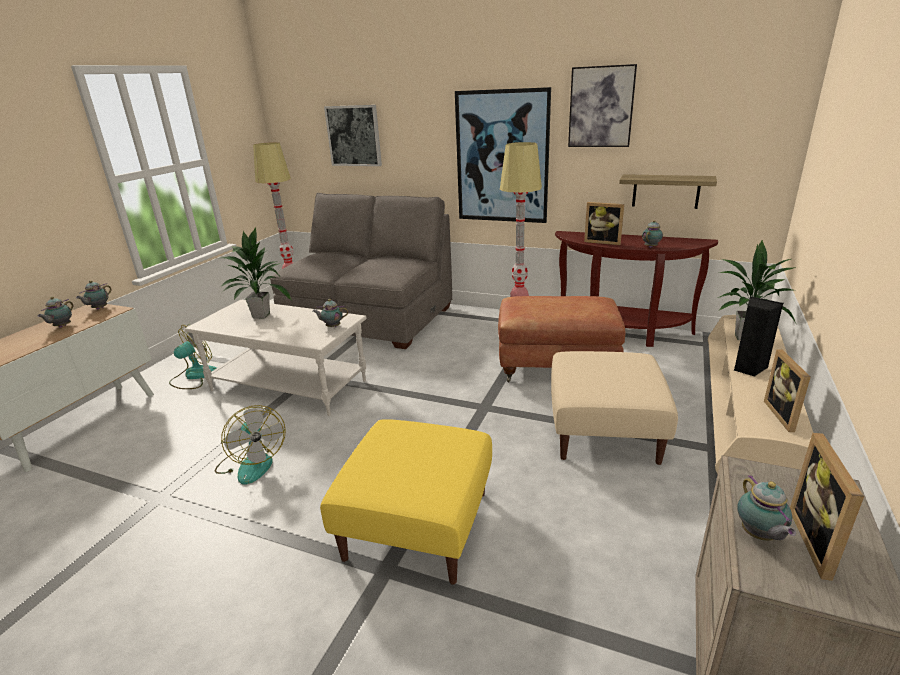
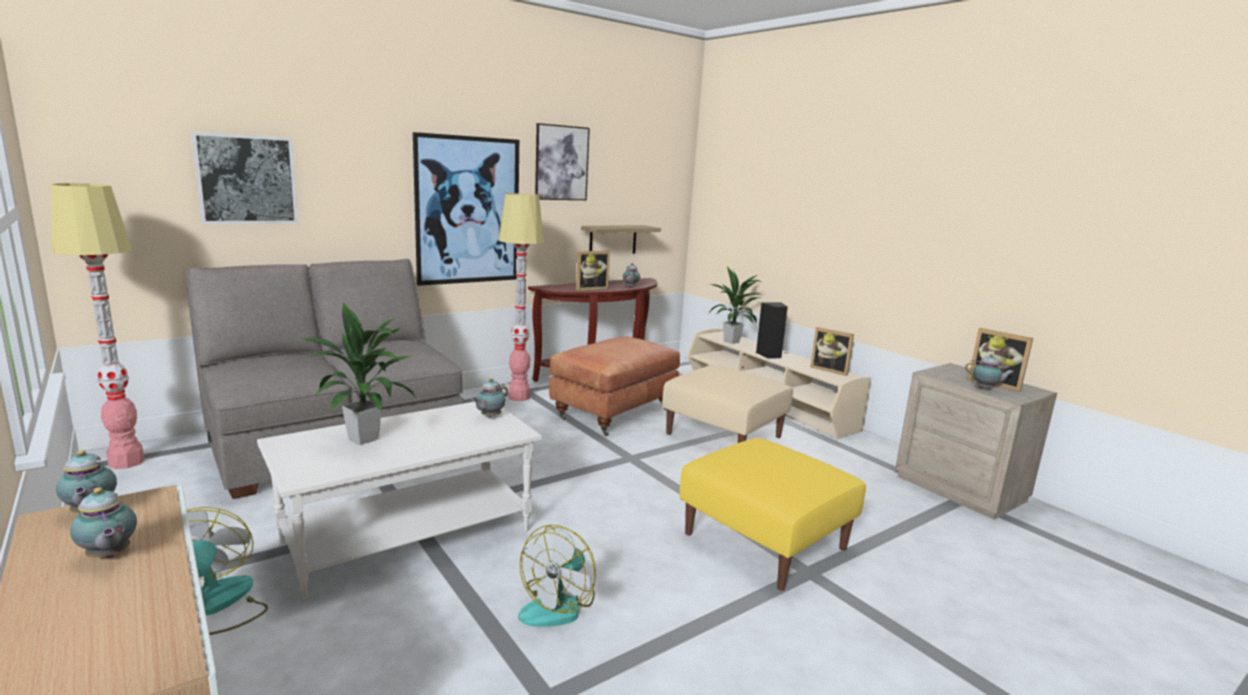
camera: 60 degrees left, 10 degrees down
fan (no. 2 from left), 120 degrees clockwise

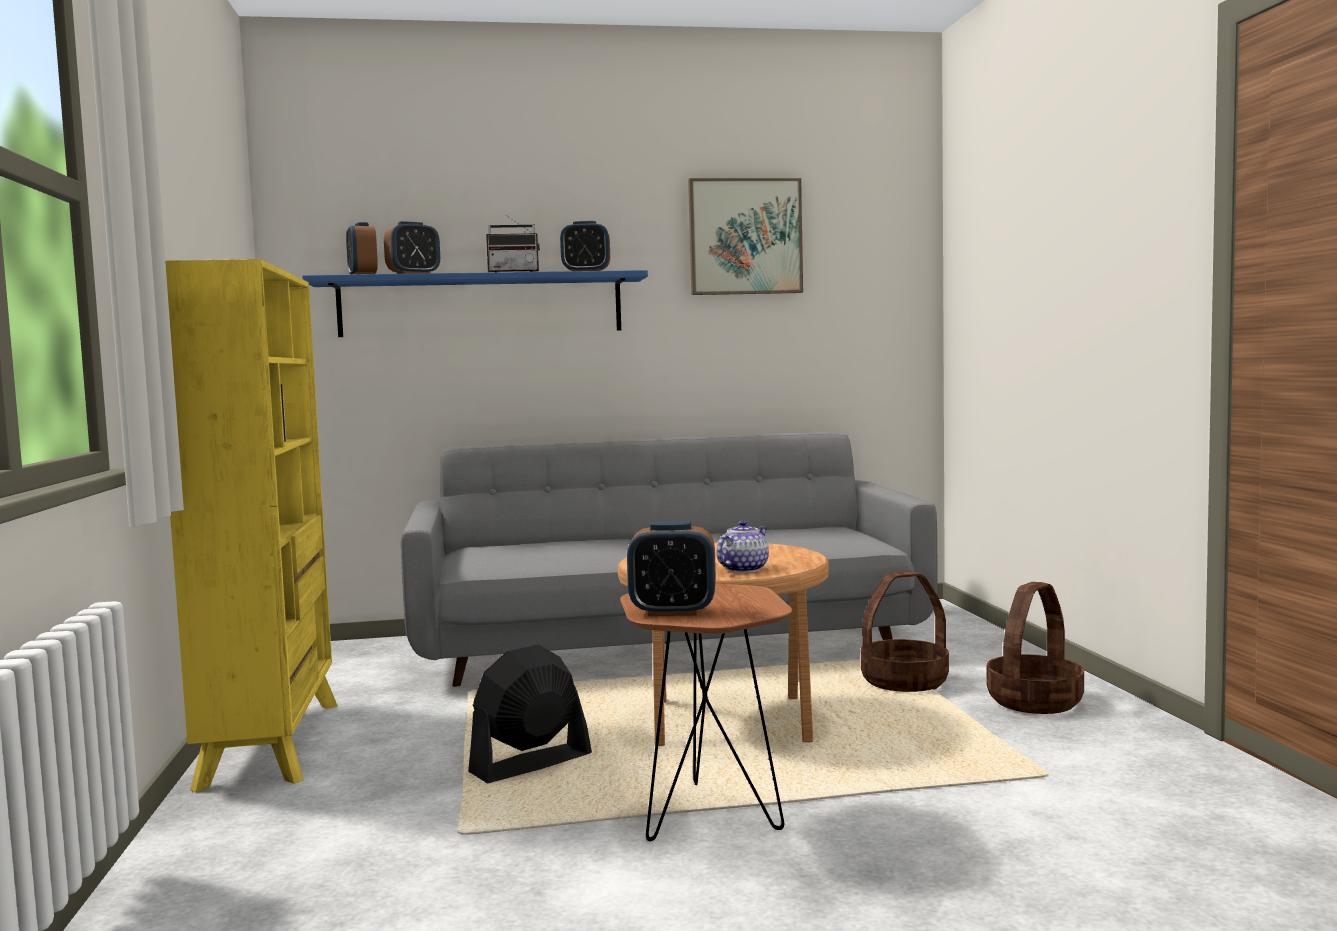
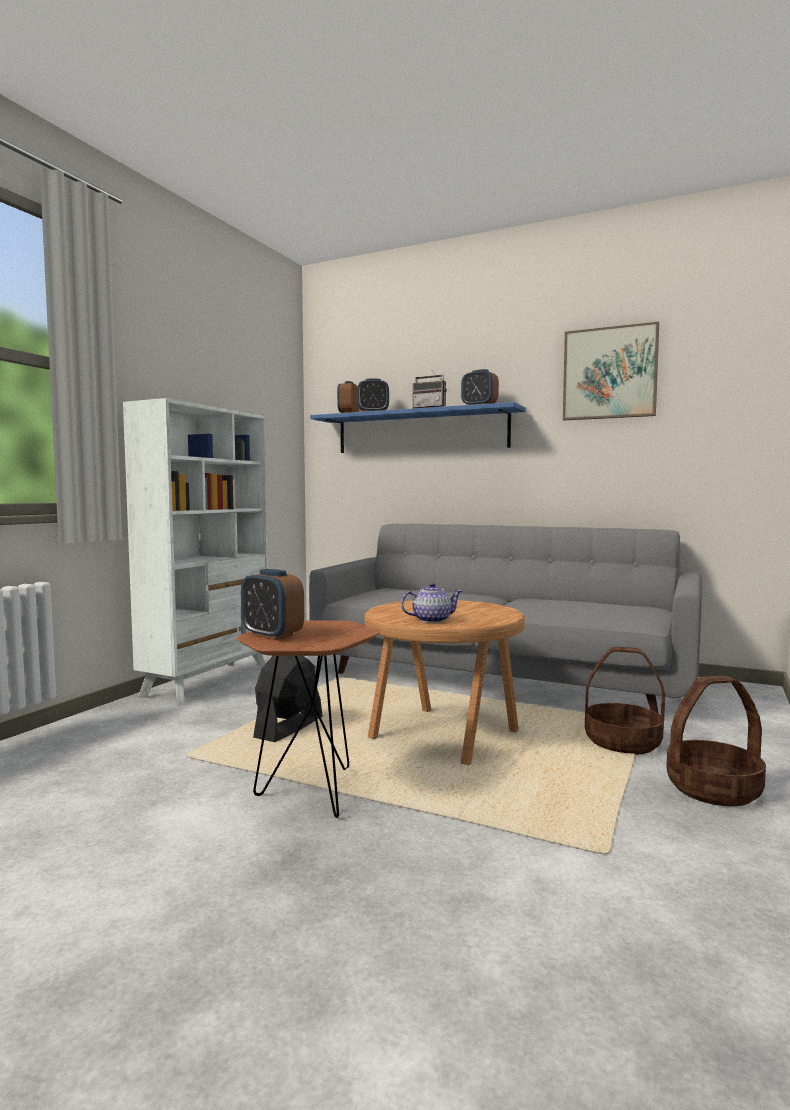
camera: 35 degrees right, 0 degrees up
bookcase/yellow → bookcase/white
fan/black, 60 degrees counterclockwise

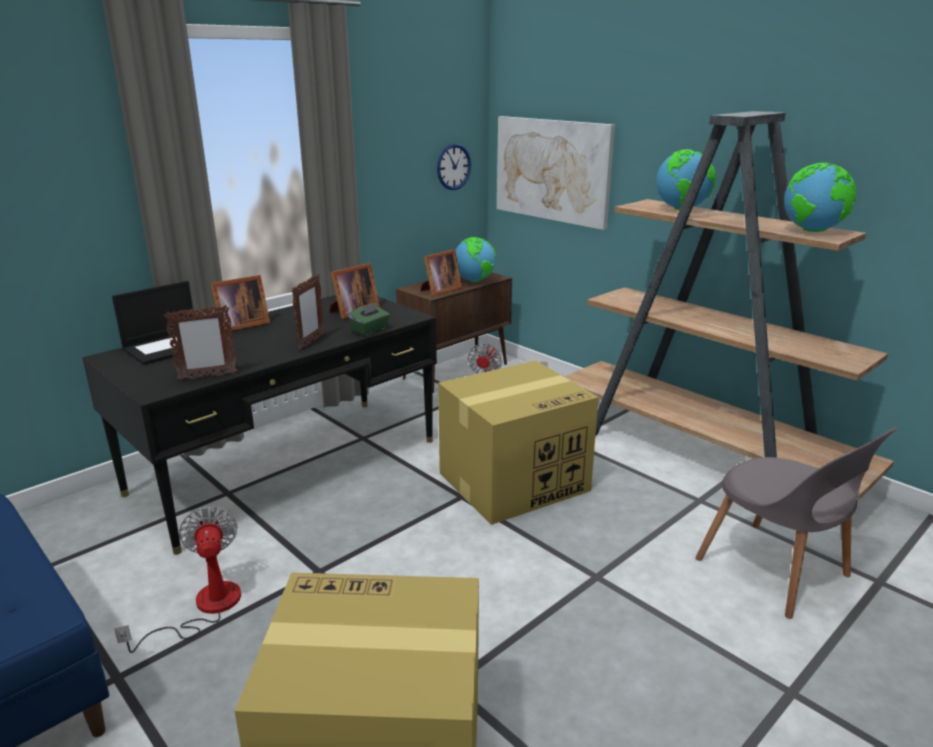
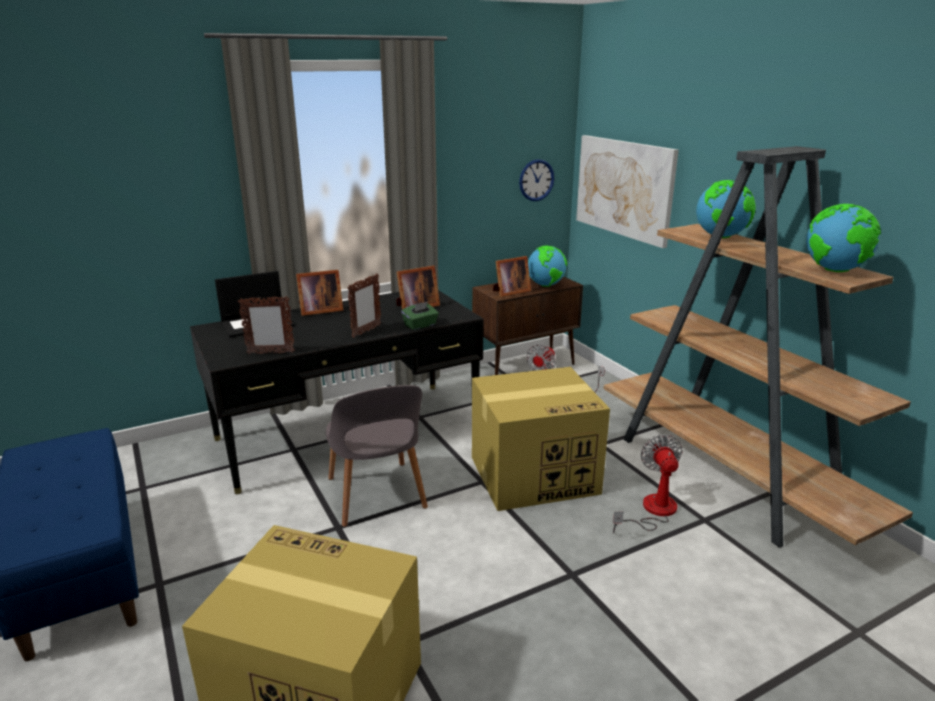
camera: 15 degrees right, 0 degrees up
fan (no. 1 from left in the first image) → fan (no. 2 from left), relocated
chair/grey, relocated

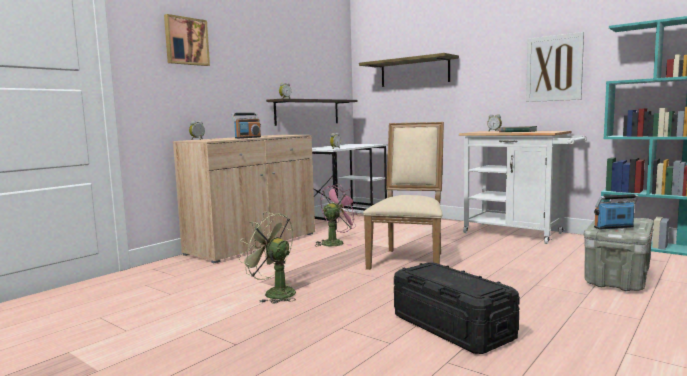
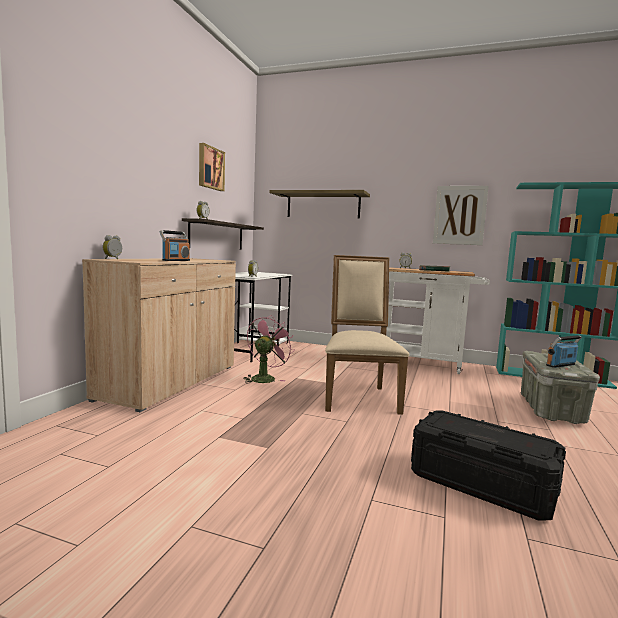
camera: 20 degrees left, 0 degrees up
picture (no. 1 from left), relocated
fan/green → -

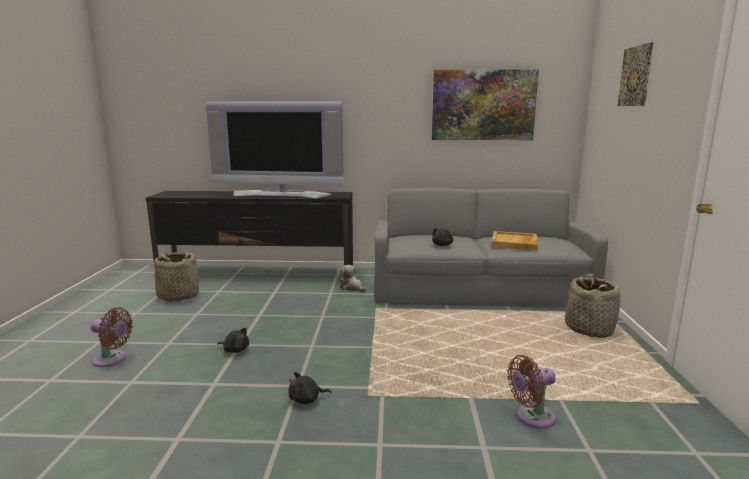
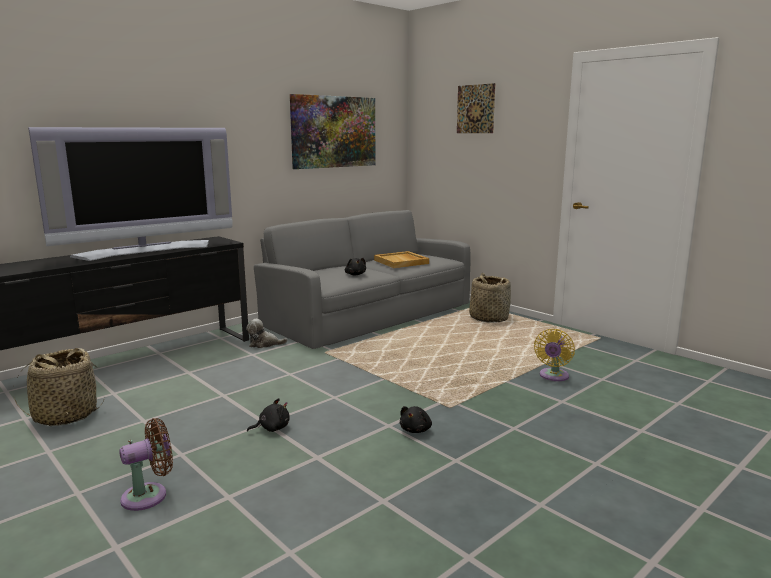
camera: 45 degrees left, 0 degrees up
fan/brown (no. 2 from left) → fan/yellow

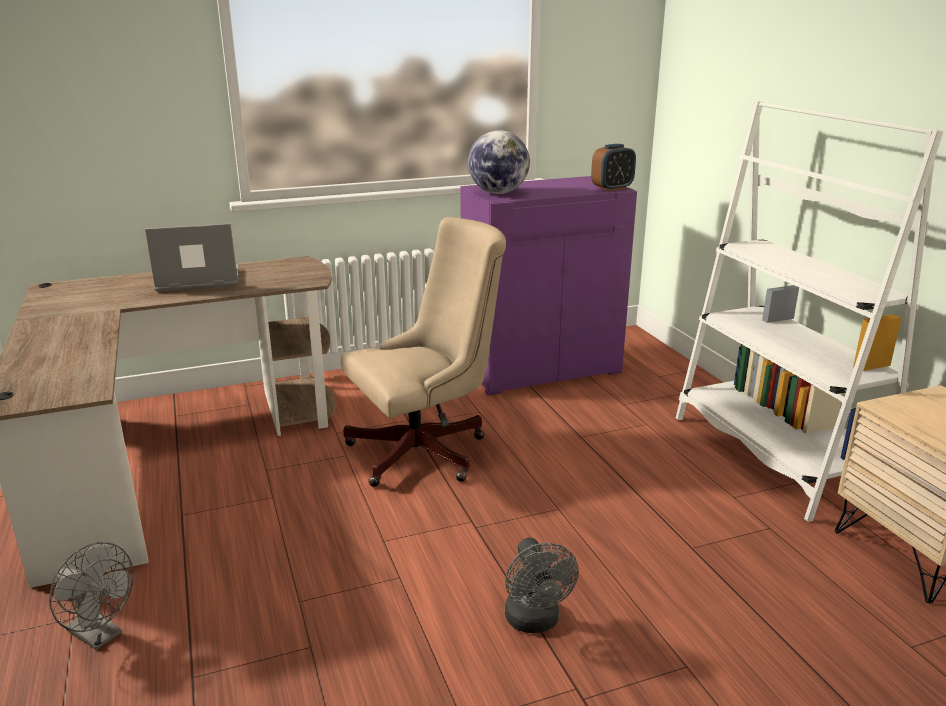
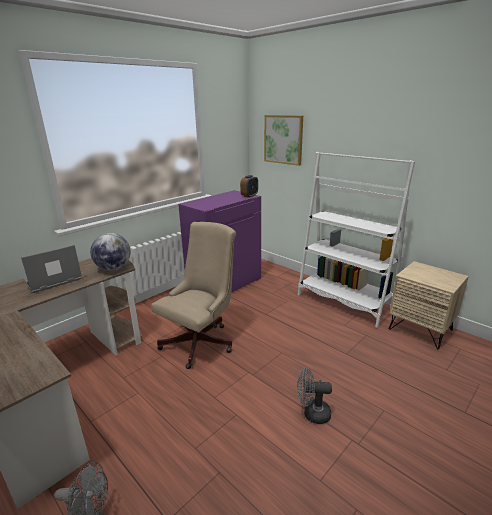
camera: 25 degrees left, 0 degrees up
globe, relocated
fan/grey (no. 2 from left), 135 degrees clockwise
- → picture

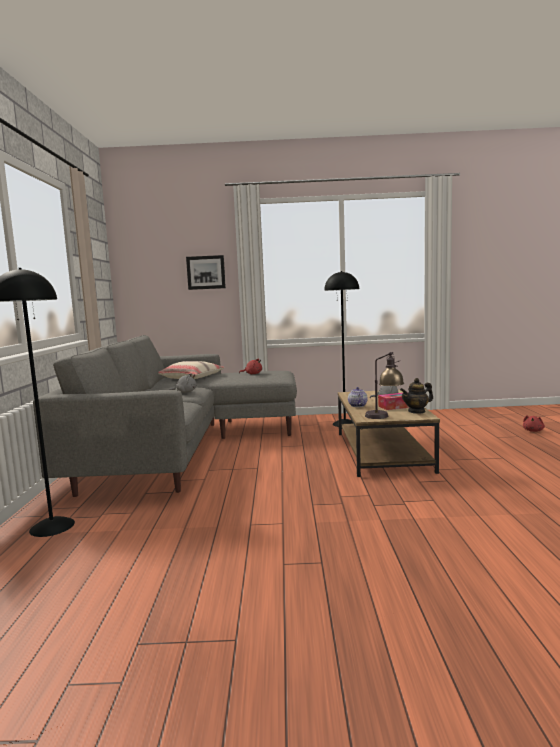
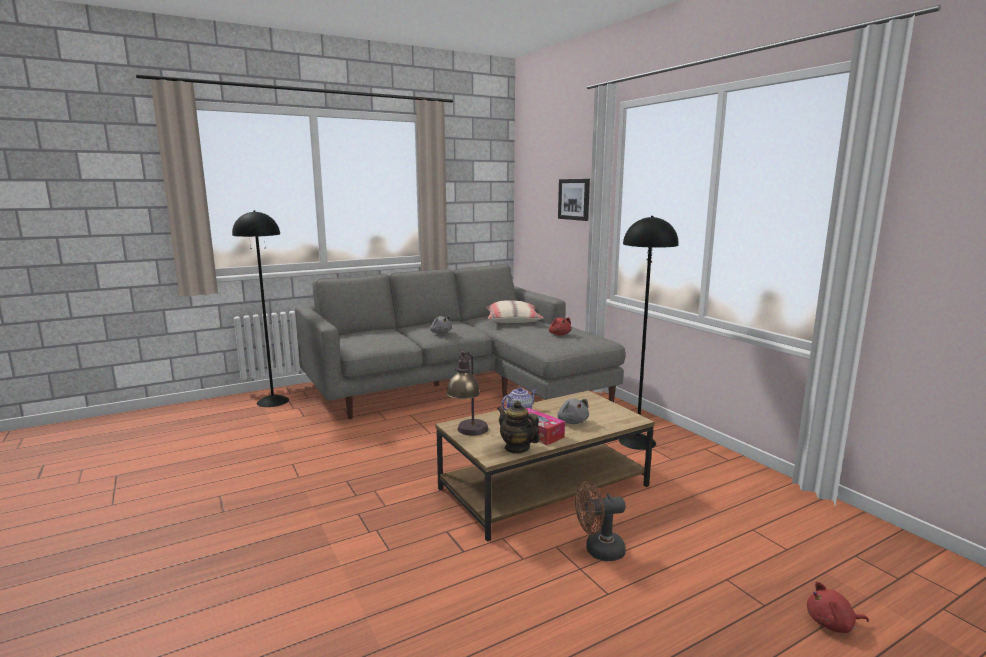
camera: 60 degrees right, 5 degrees up
- → fan/brown

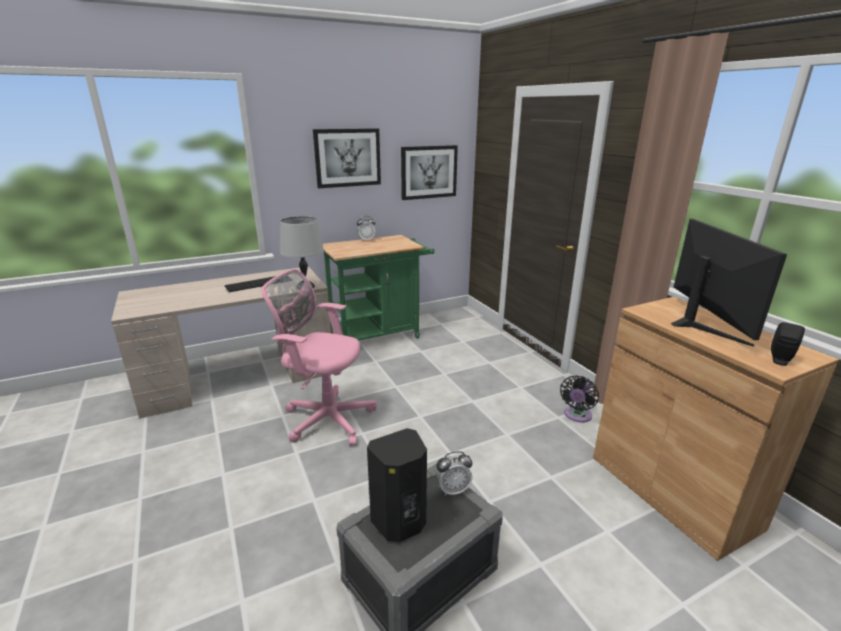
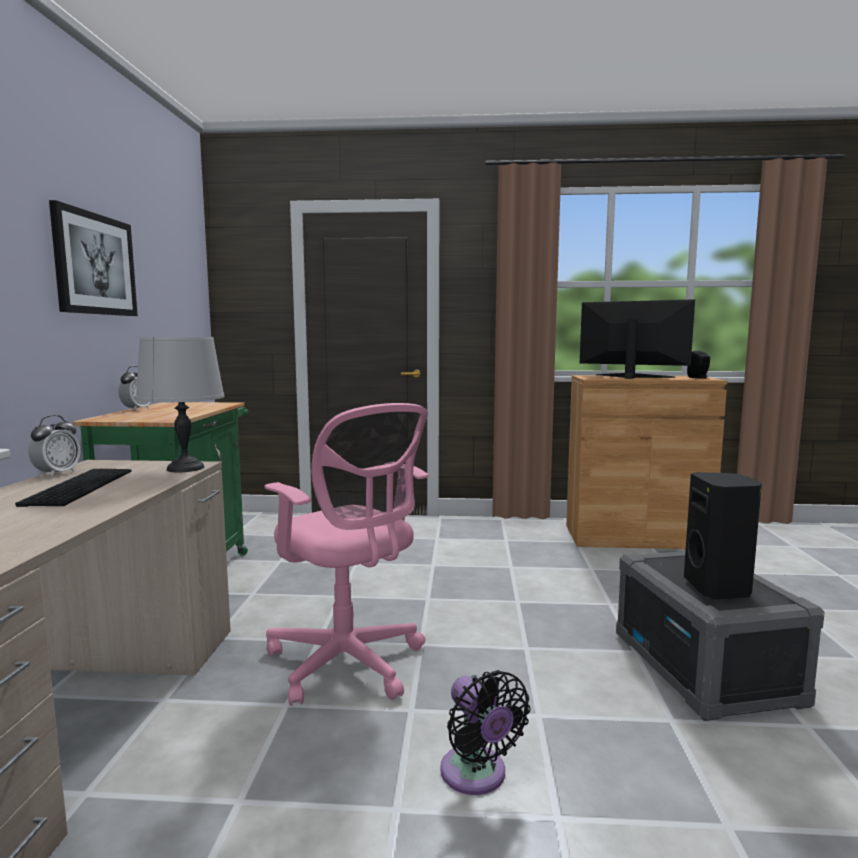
camera: 60 degrees left, 15 degrees down
office chair/pink, 90 degrees counterclockwise
picture (no. 2 from left) → -
alarm clock (no. 2 from left in the first image) → alarm clock (no. 1 from left), relocated
fan/black, relocated

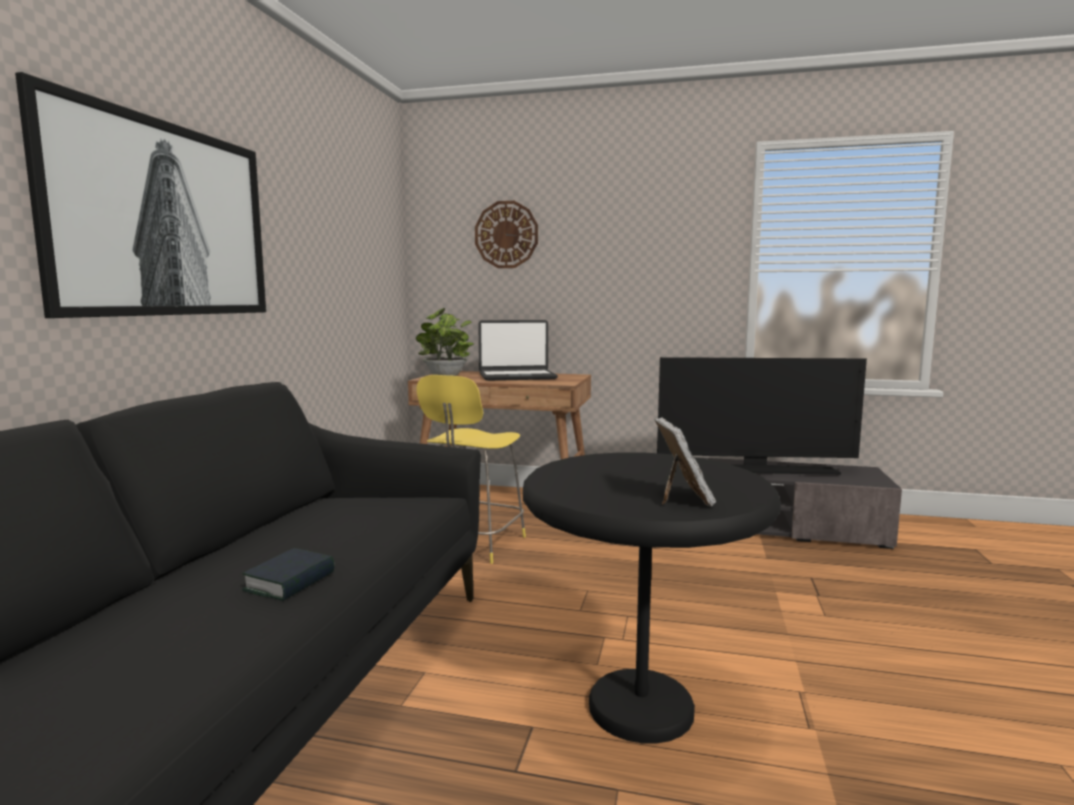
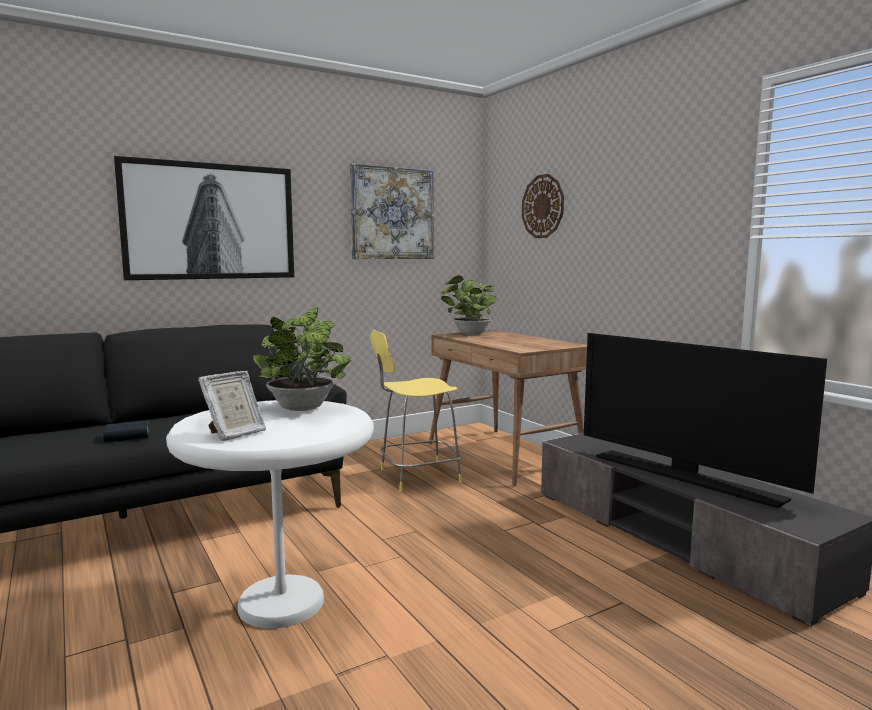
camera: 45 degrees right, 0 degrees up
laptop → -
side table/black → side table/white
- → potted plant (no. 1 from left)
- → picture (no. 2 from left)

